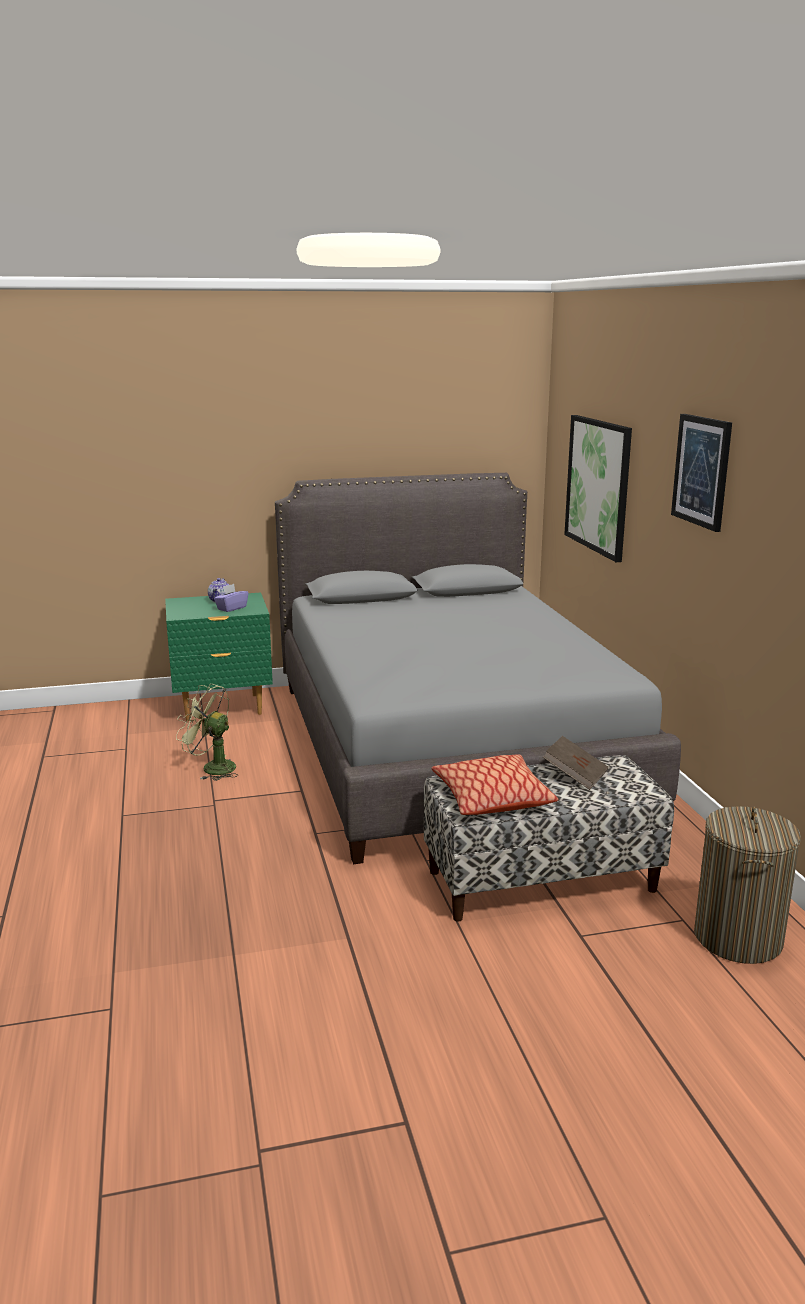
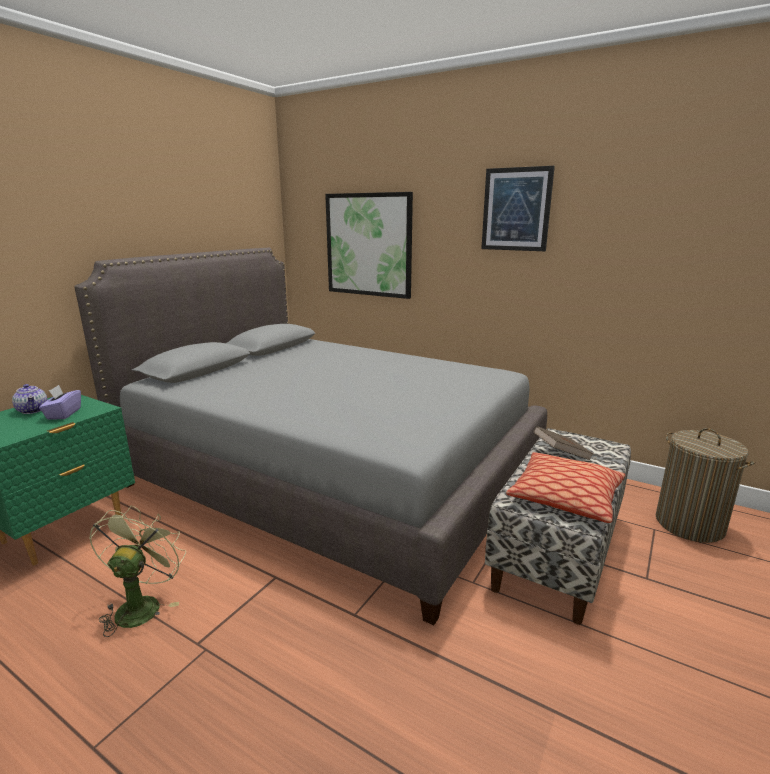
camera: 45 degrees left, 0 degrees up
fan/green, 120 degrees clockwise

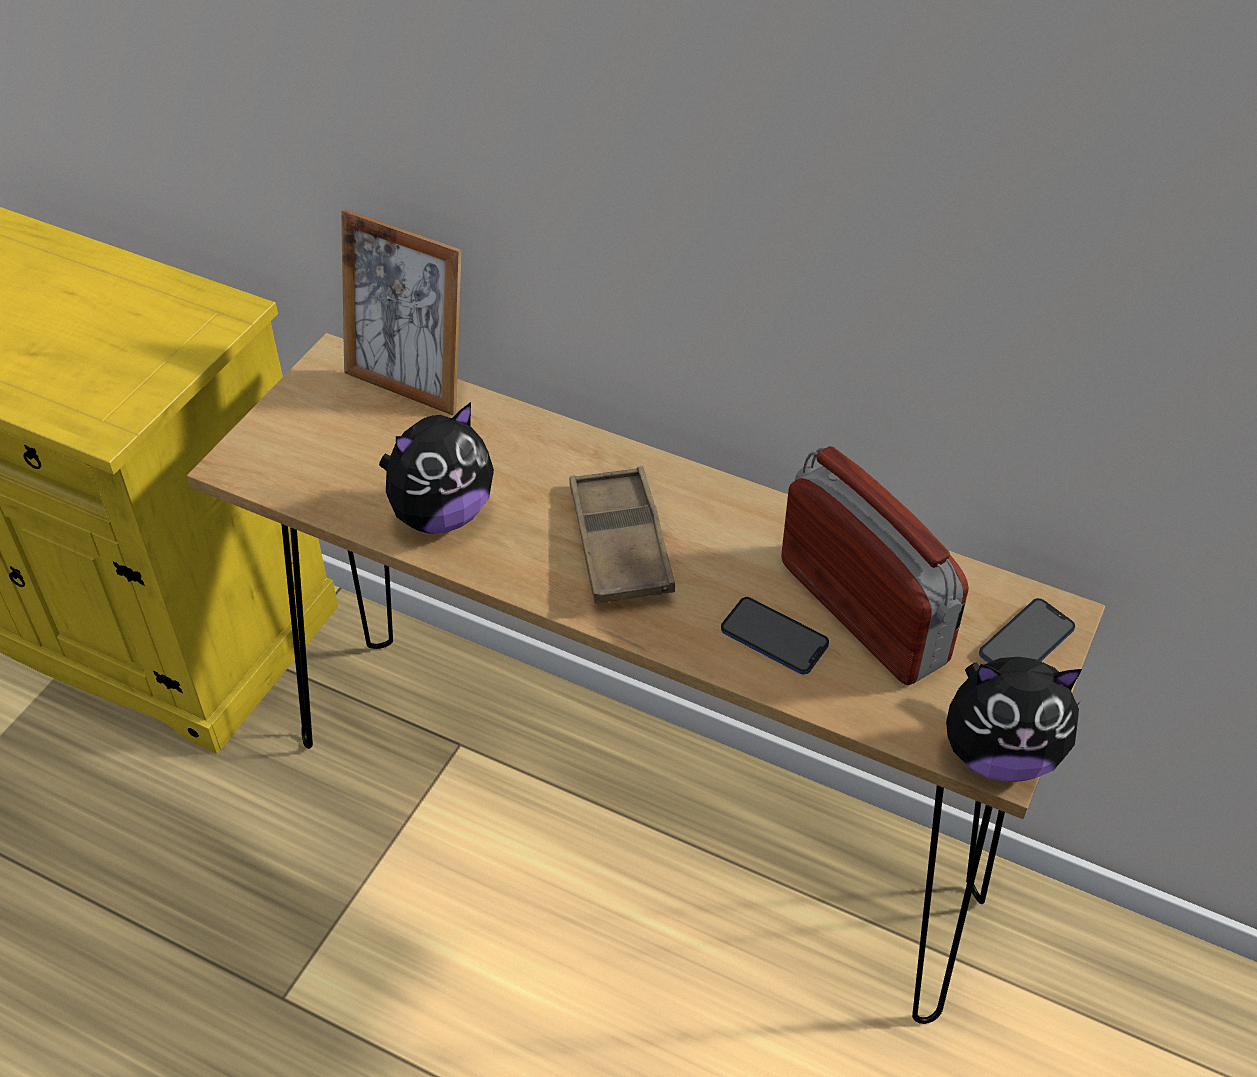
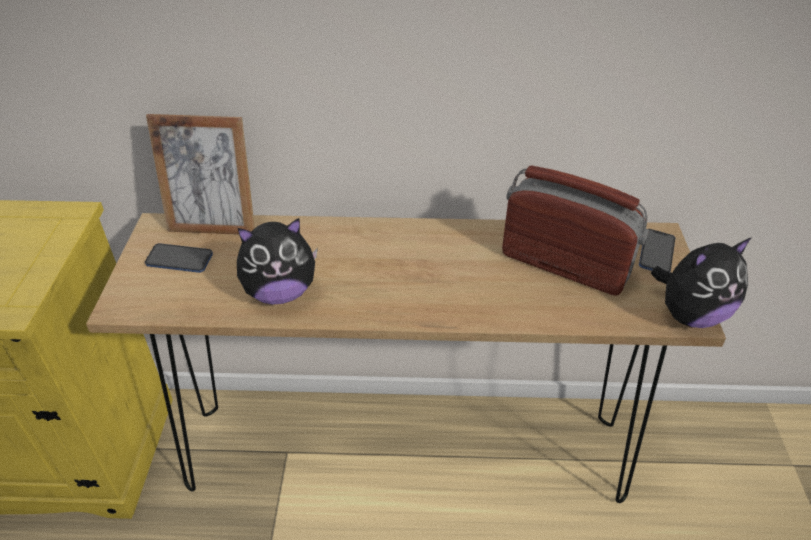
camera: 25 degrees left, 5 degrees down
plush toy (no. 1 from left), 45 degrees clockwise
tray/brown → -
phone (no. 1 from left), relocated

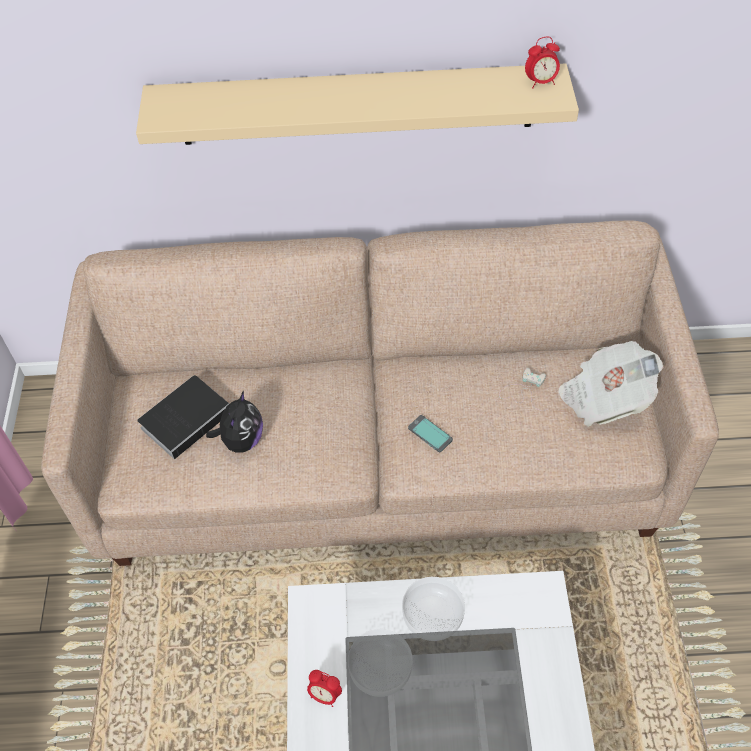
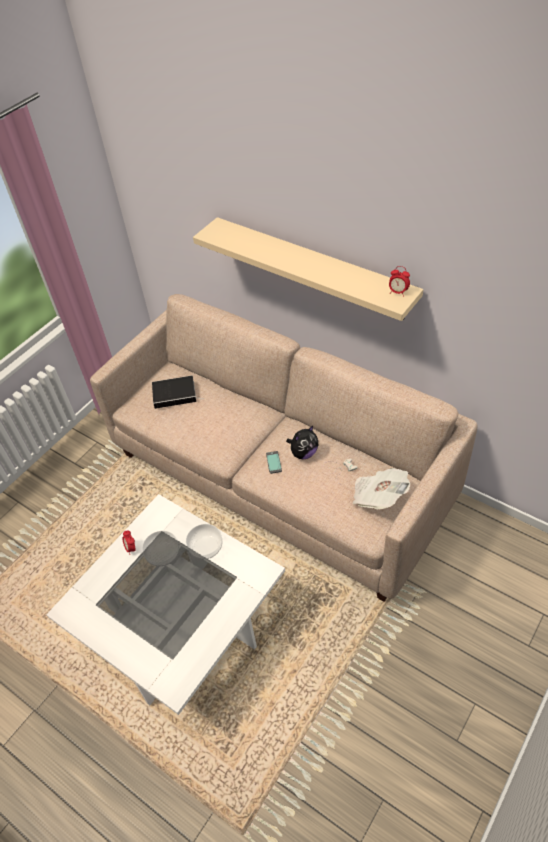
camera: 40 degrees right, 5 degrees down
plush toy, relocated

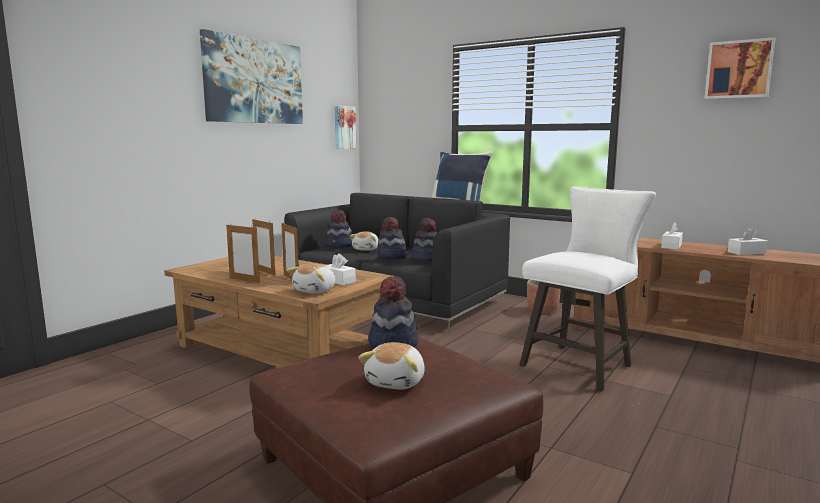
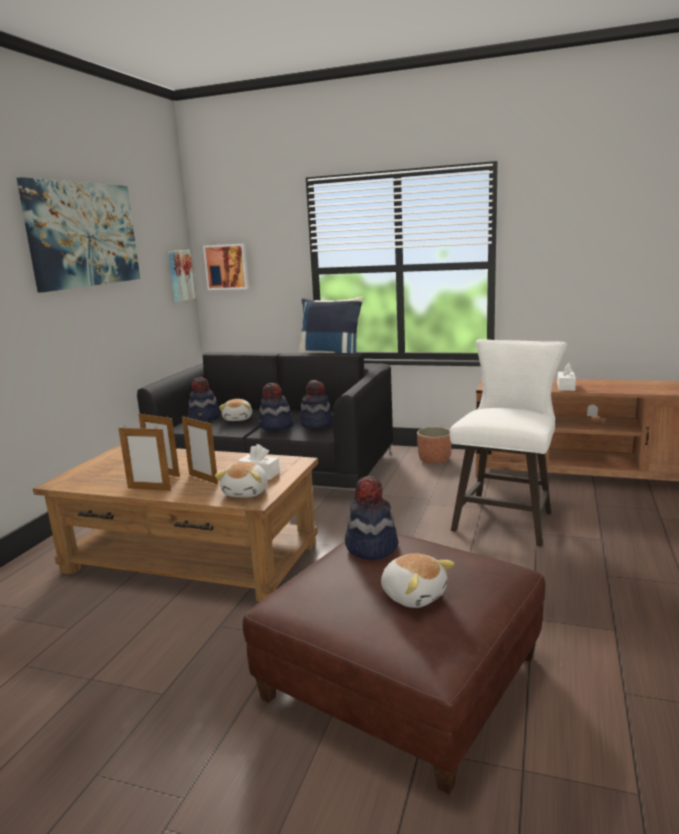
camera: 15 degrees left, 5 degrees up
plush toy (no. 3 from left), 45 degrees counterclockwise
picture (no. 3 from left), relocated
tissue box/white (no. 3 from left) → -

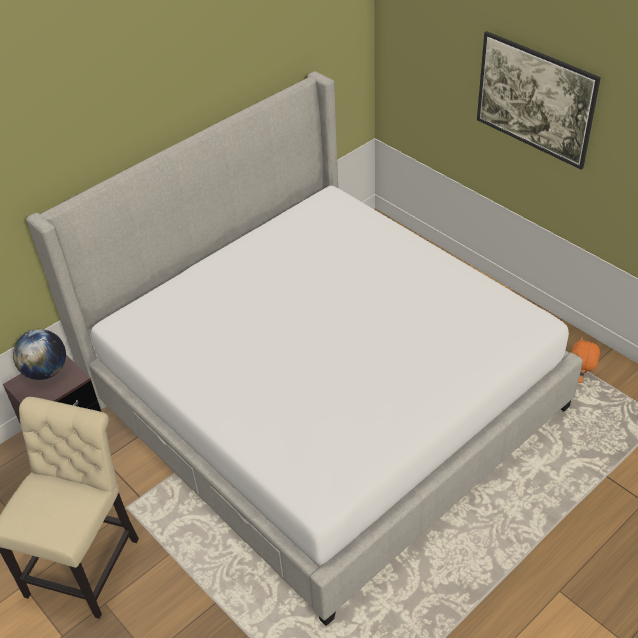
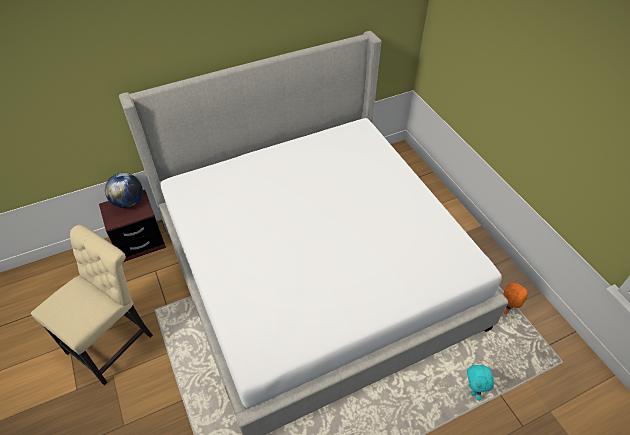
camera: 15 degrees right, 5 degrees up
picture → -
- → plush toy/turquoise

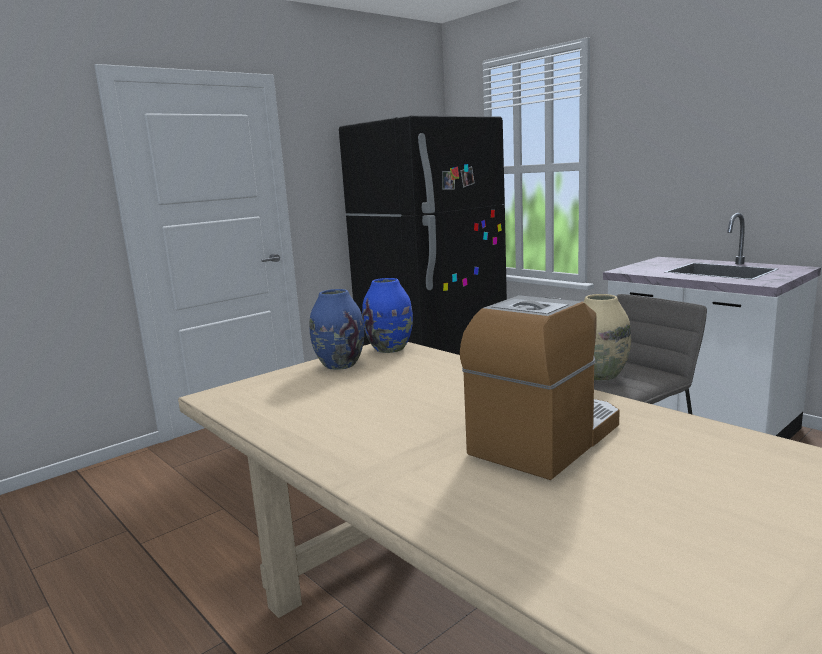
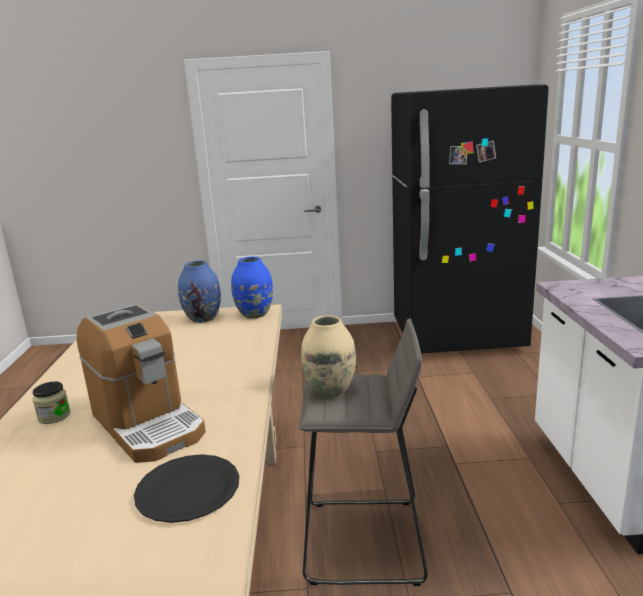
camera: 40 degrees right, 5 degrees up
coffee machine, 60 degrees clockwise
- → jar
- → plate/black

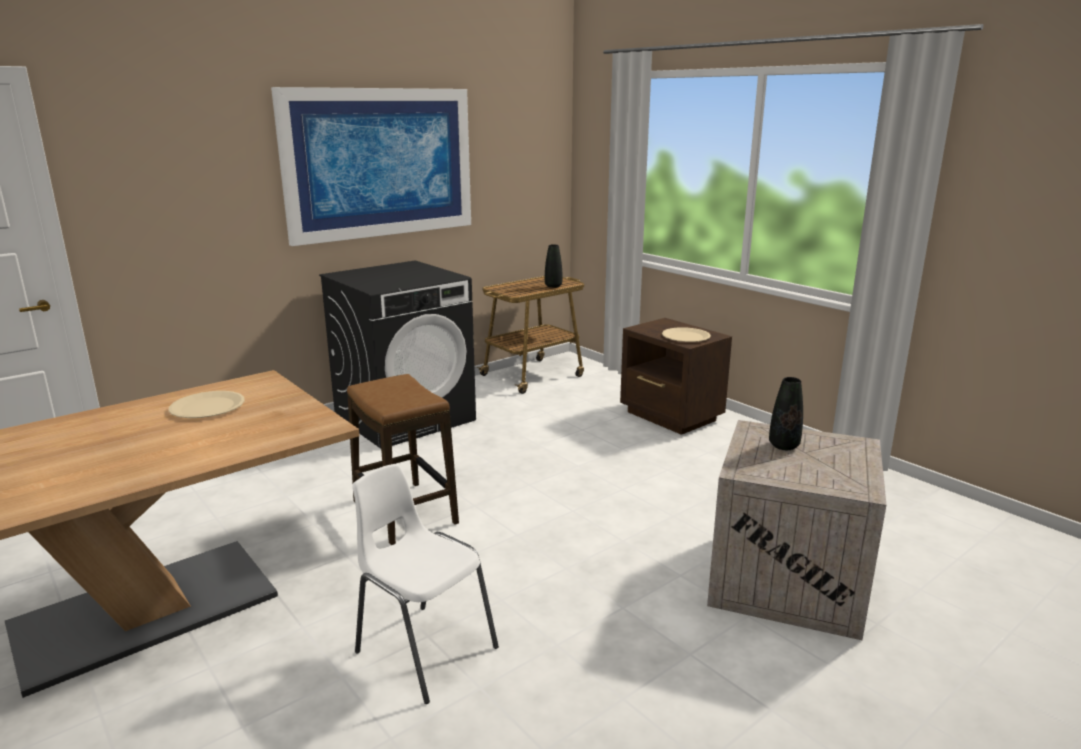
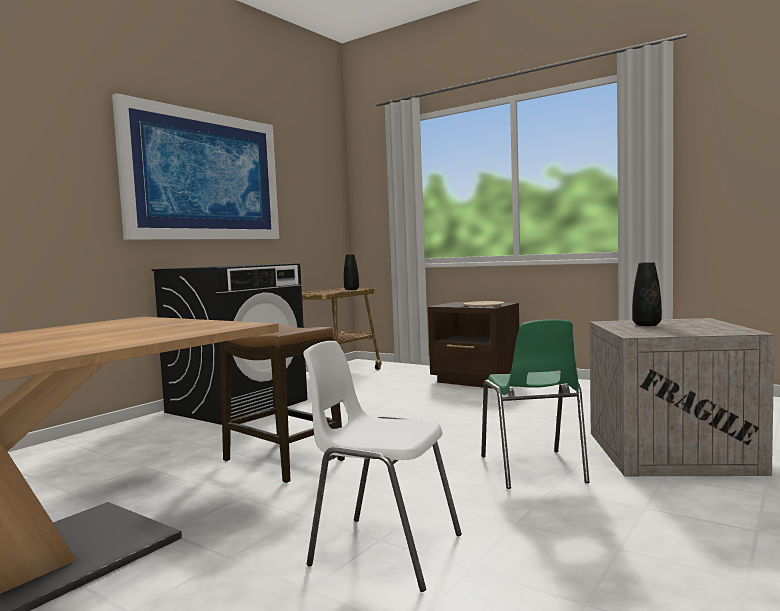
camera: 15 degrees left, 15 degrees down
plate/beige (no. 1 from left) → -
- → chair/green

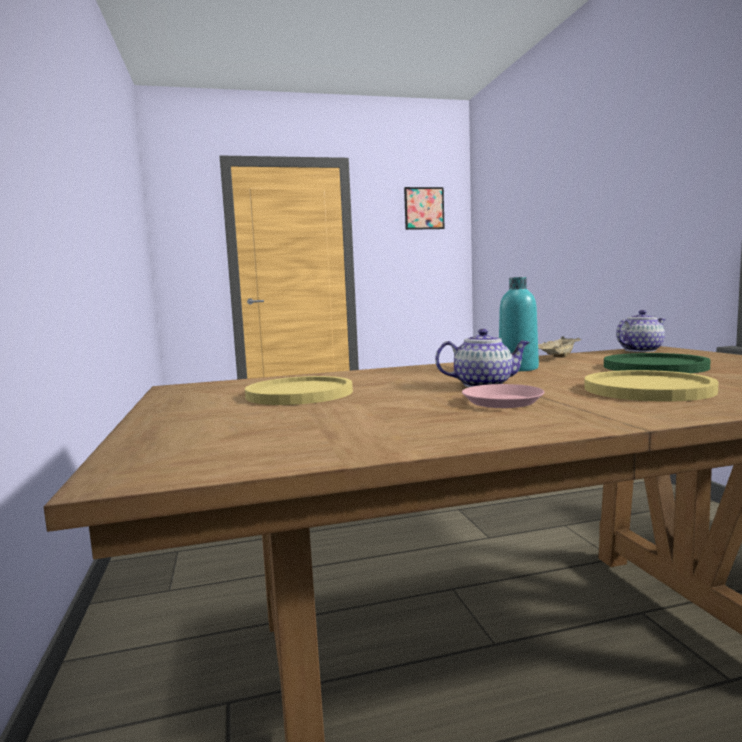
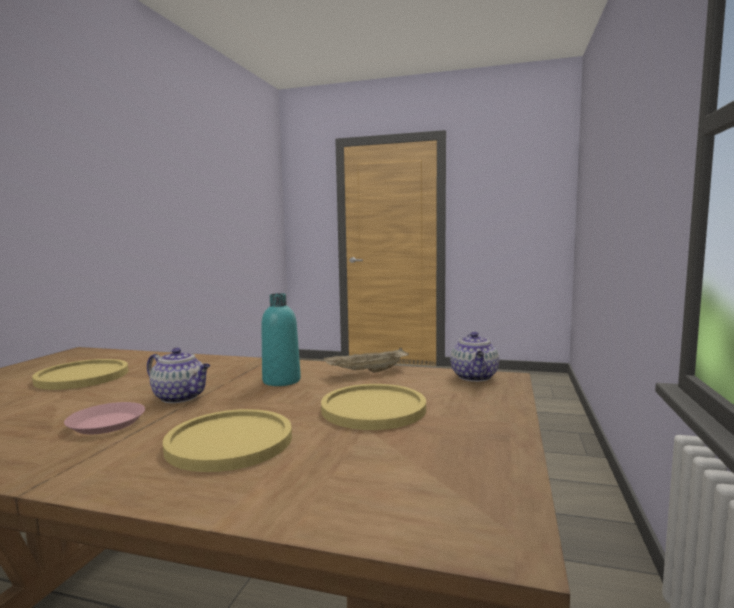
camera: 30 degrees right, 0 degrees up
picture → -
plate/green → plate/yellow (no. 3 from left)
teapot (no. 2 from left), 90 degrees clockwise

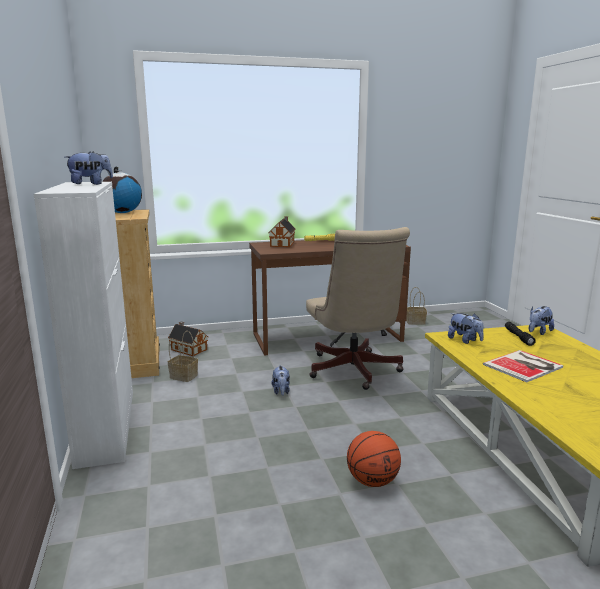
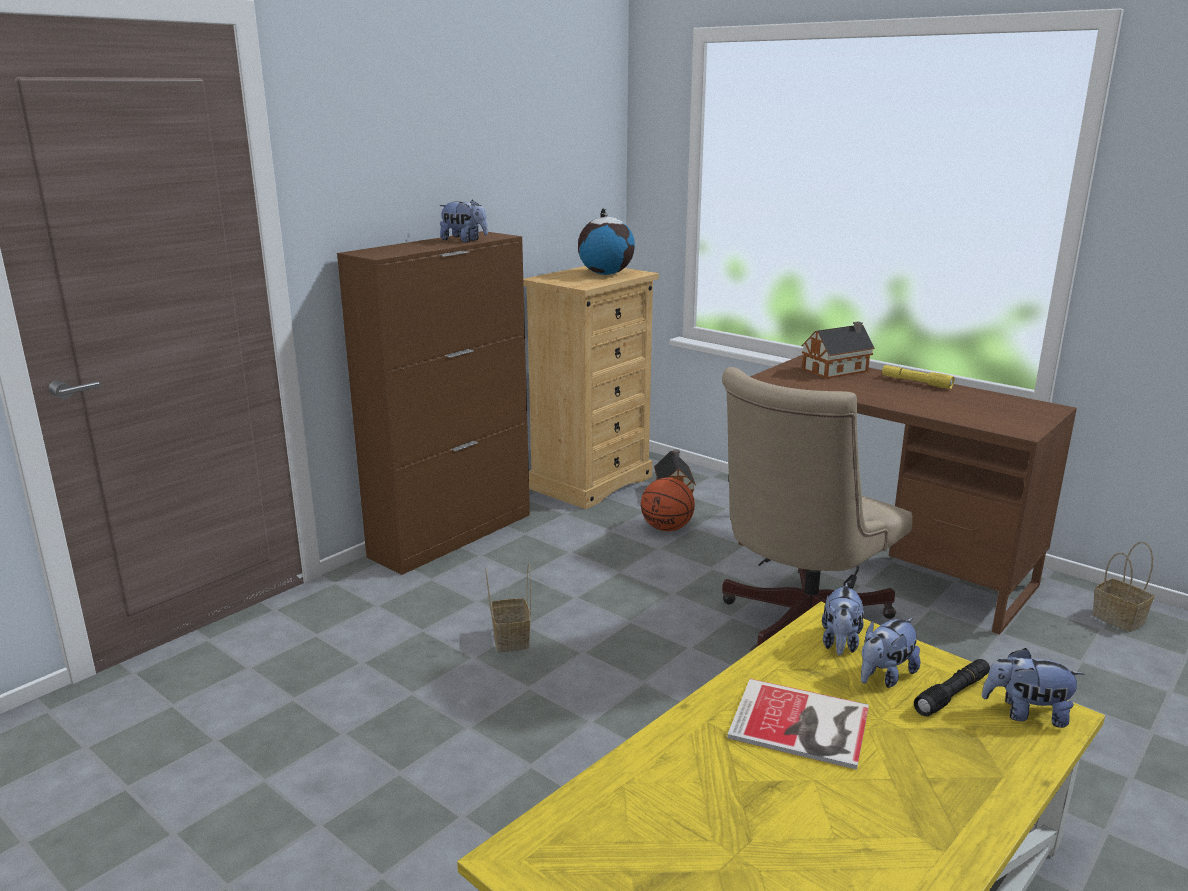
camera: 55 degrees right, 5 degrees up
cabinet/white → cabinet/brown
basket (no. 1 from left), relocated
plush toy (no. 2 from left in the first image) → plush toy (no. 3 from left), relocated
basketball, relocated

